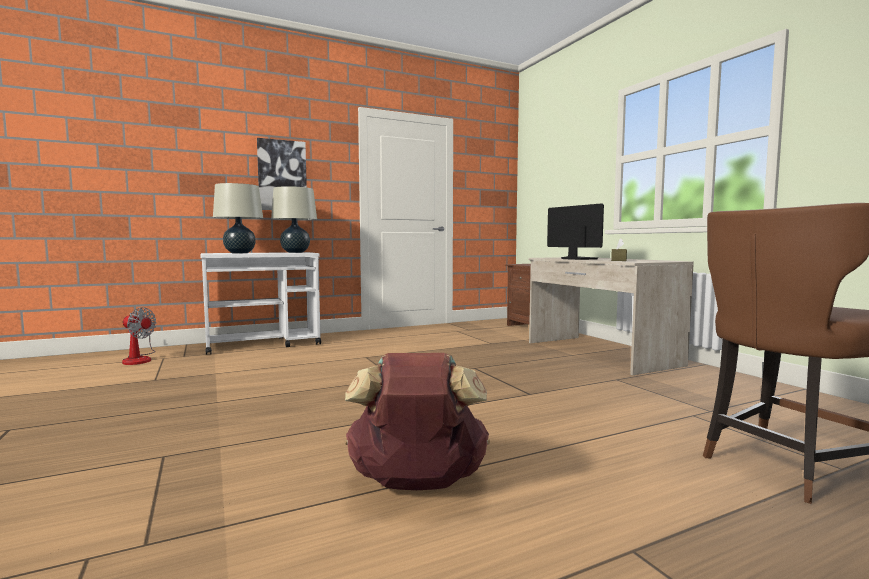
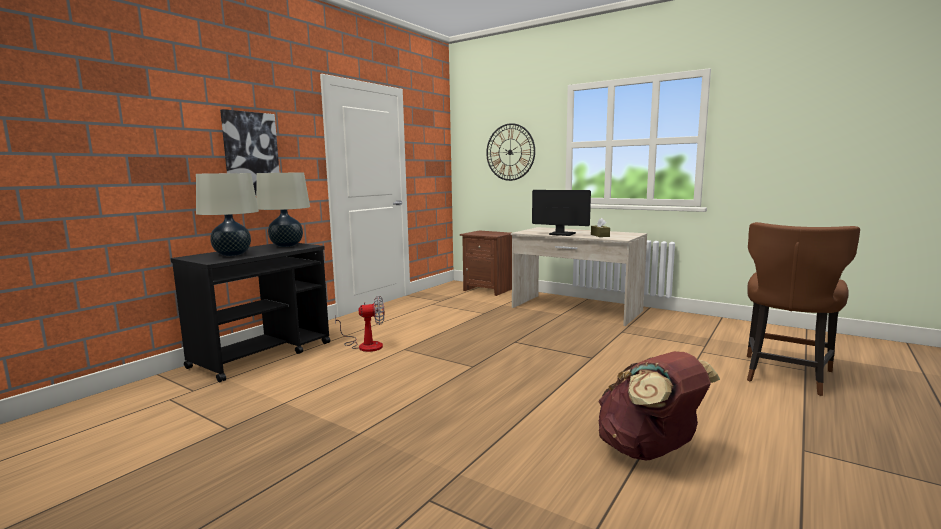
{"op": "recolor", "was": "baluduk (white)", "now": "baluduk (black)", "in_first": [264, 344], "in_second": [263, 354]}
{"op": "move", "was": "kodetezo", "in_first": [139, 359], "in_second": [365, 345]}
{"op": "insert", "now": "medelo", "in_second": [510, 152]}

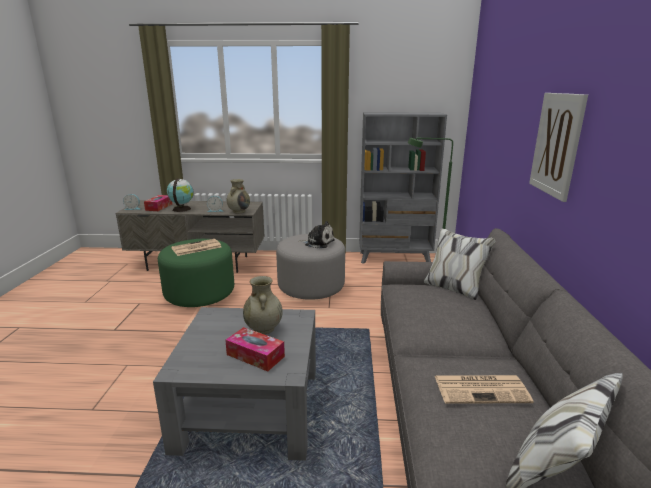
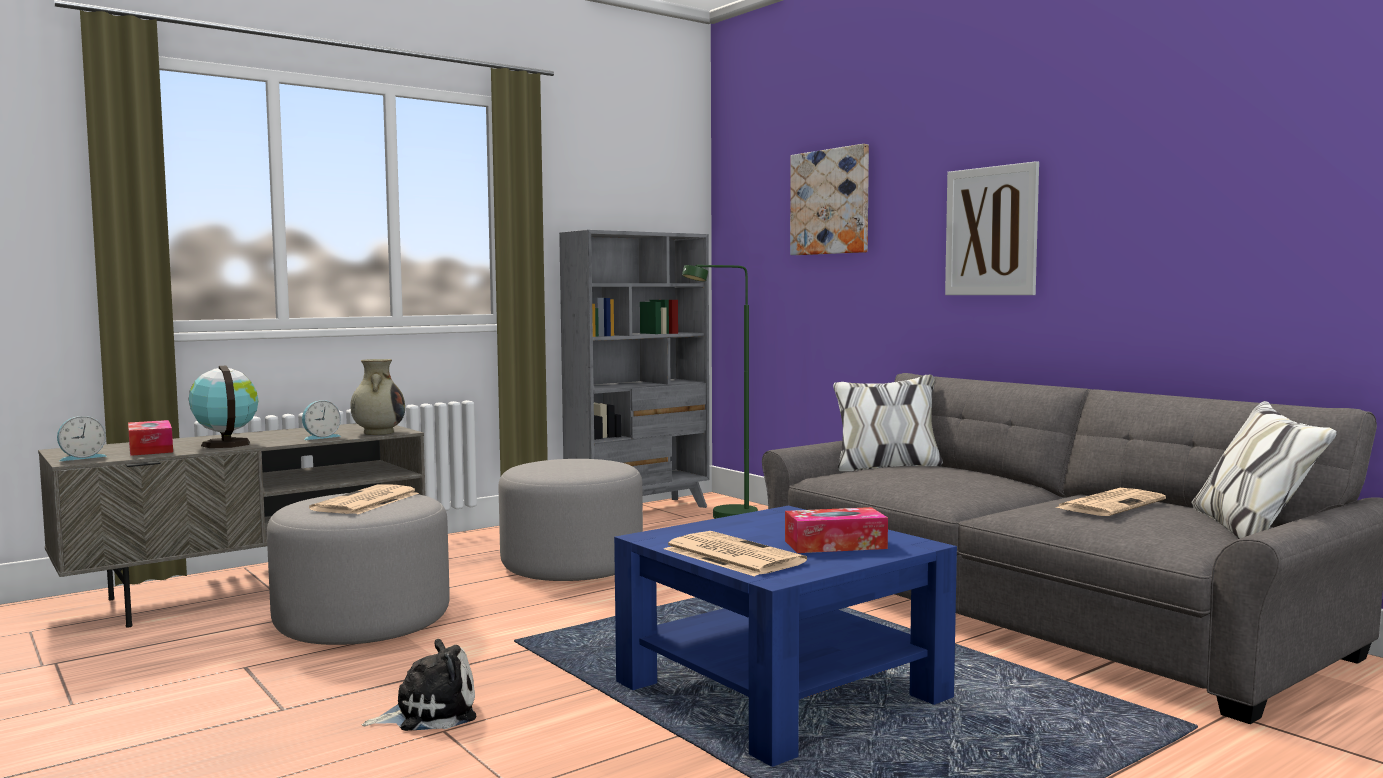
{"op": "move", "was": "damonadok", "in_first": [318, 243], "in_second": [429, 713]}
{"op": "recolor", "was": "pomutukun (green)", "now": "pomutukun (grey)", "in_first": [200, 293], "in_second": [363, 621]}
{"op": "delete", "was": "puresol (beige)", "in_first": [264, 329]}
{"op": "recolor", "was": "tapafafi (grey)", "now": "tapafafi (blue)", "in_first": [250, 408], "in_second": [781, 691]}
{"op": "insert", "now": "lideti", "in_second": [830, 202]}
{"op": "insert", "now": "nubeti", "in_second": [730, 555]}

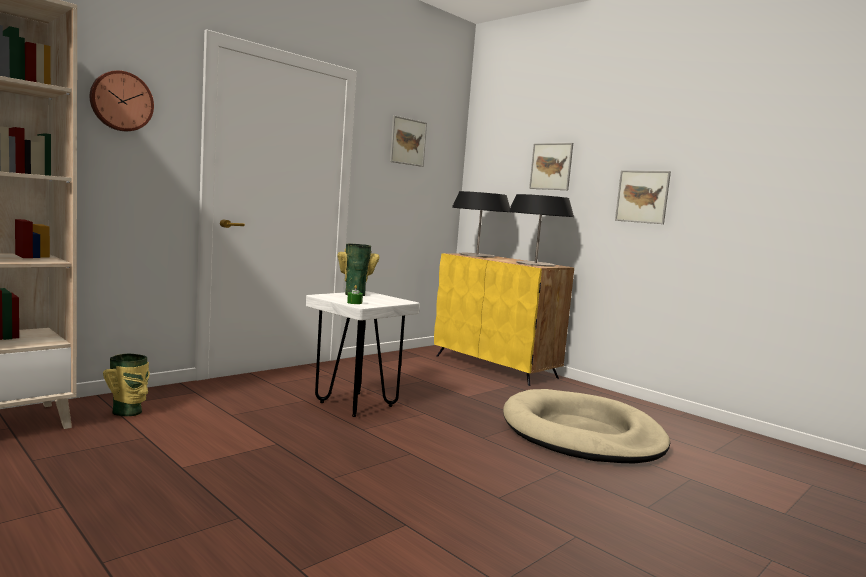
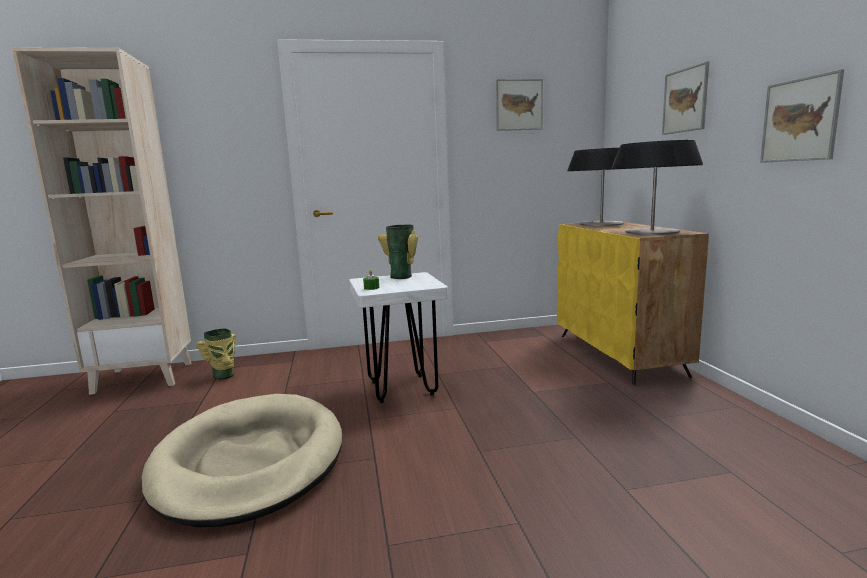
{"op": "delete", "was": "medelo", "in_first": [121, 101]}
{"op": "move", "was": "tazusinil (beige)", "in_first": [581, 434], "in_second": [250, 462]}

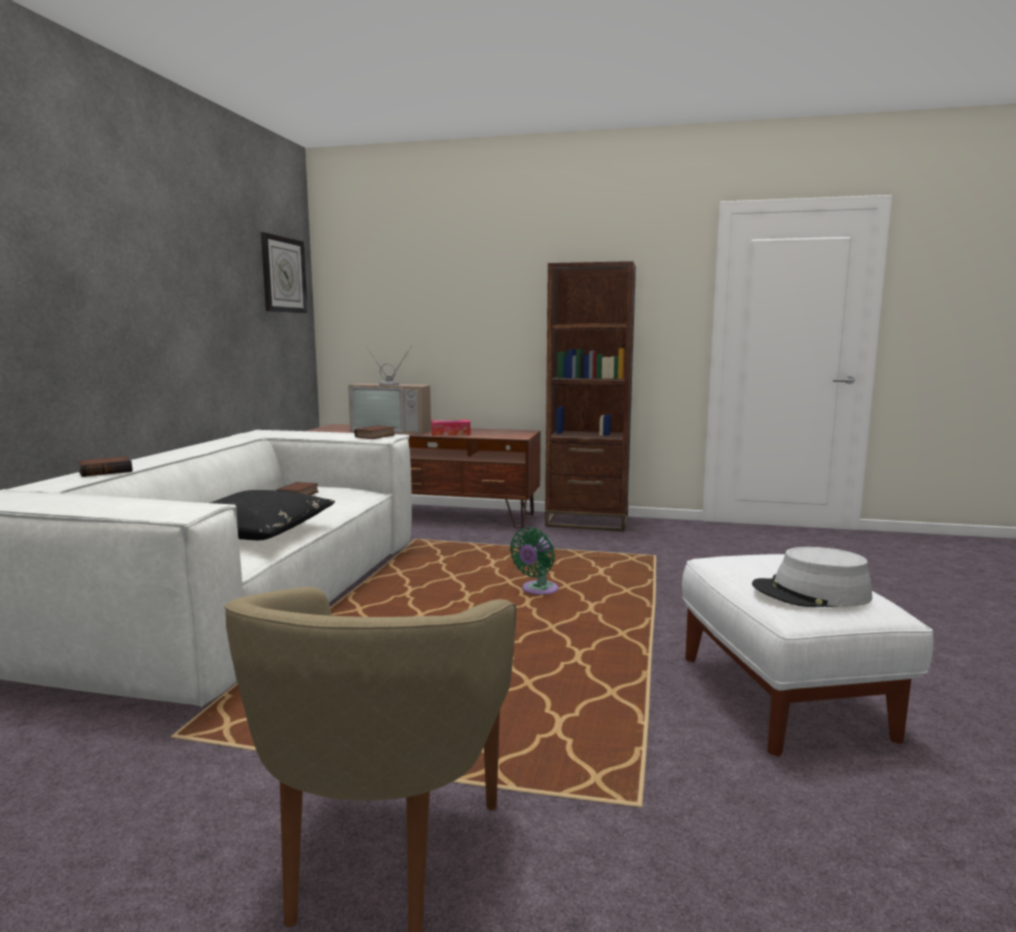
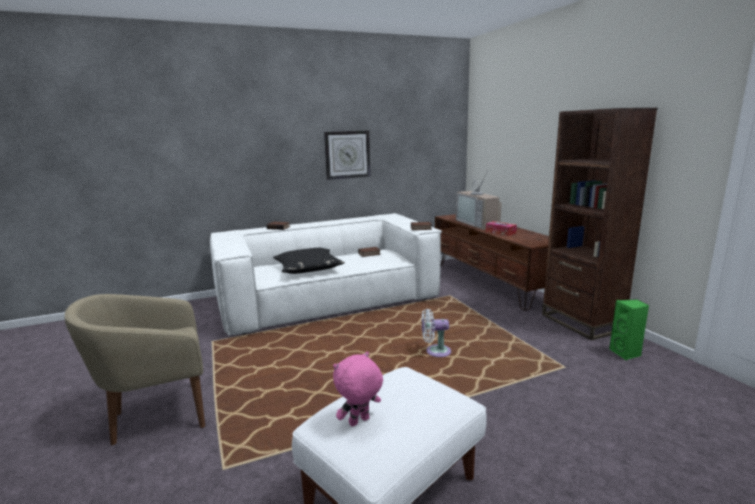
{"op": "move", "was": "medelo", "in_first": [283, 275], "in_second": [347, 154]}
{"op": "recolor", "was": "kodetezo (green)", "now": "kodetezo (white)", "in_first": [537, 590], "in_second": [435, 352]}
{"op": "replace", "was": "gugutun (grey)", "now": "damonadok (pink)", "in_first": [811, 593], "in_second": [359, 422]}
{"op": "insert", "now": "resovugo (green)", "in_second": [626, 353]}

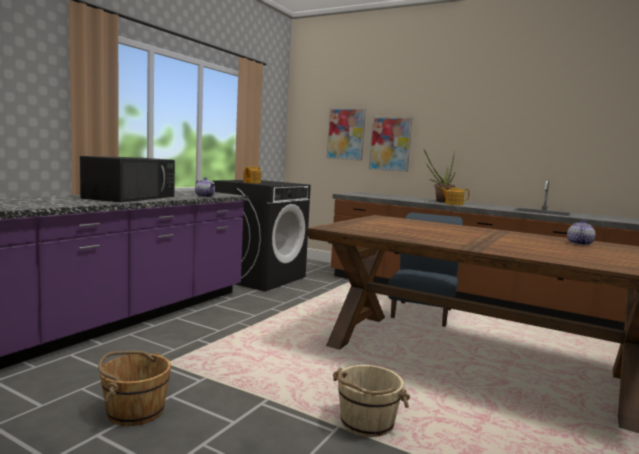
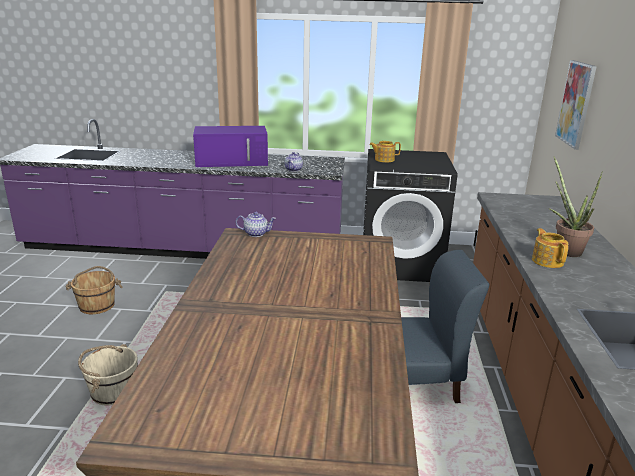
{"op": "delete", "was": "lideti", "in_first": [390, 144]}
{"op": "recolor", "was": "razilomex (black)", "now": "razilomex (purple)", "in_first": [131, 197], "in_second": [233, 161]}
{"op": "move", "was": "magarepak", "in_first": [579, 243], "in_second": [256, 233]}

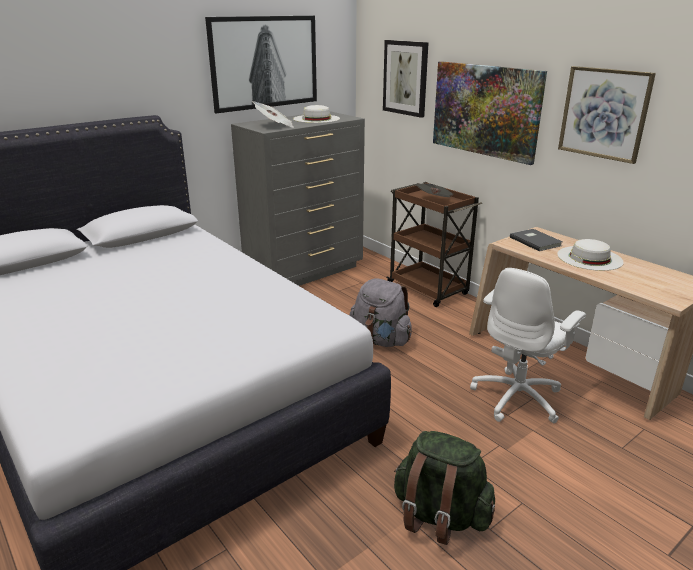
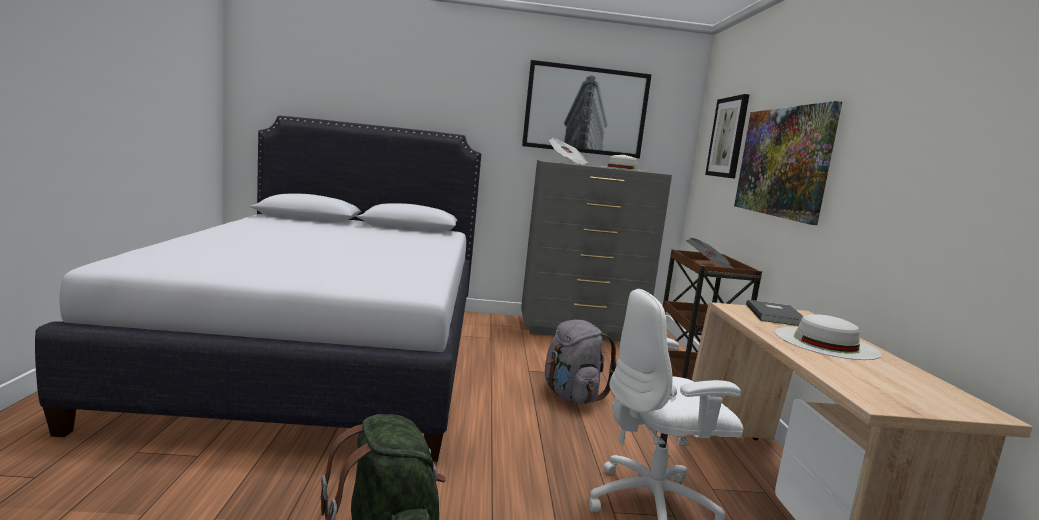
{"op": "delete", "was": "lideti", "in_first": [604, 113]}

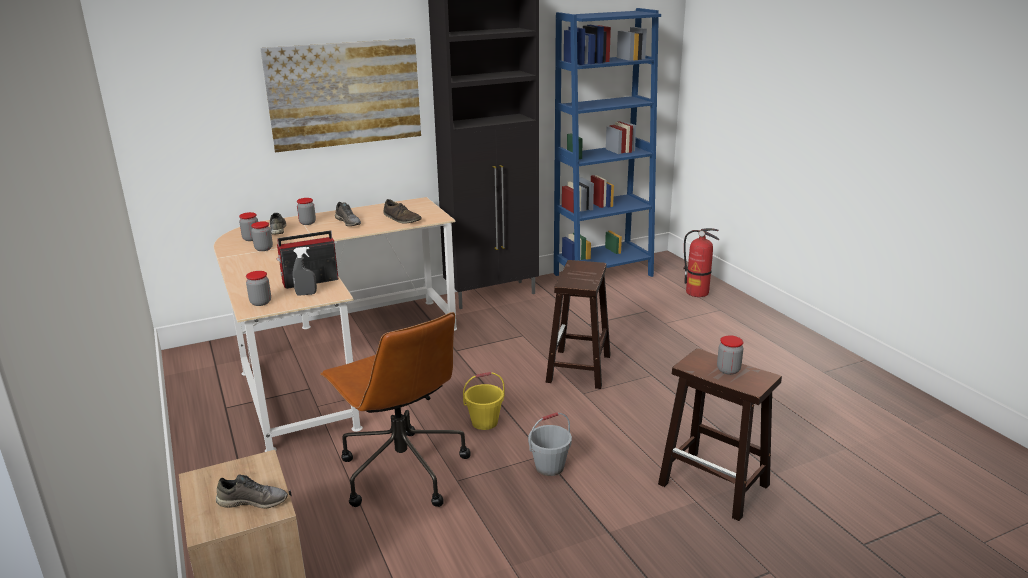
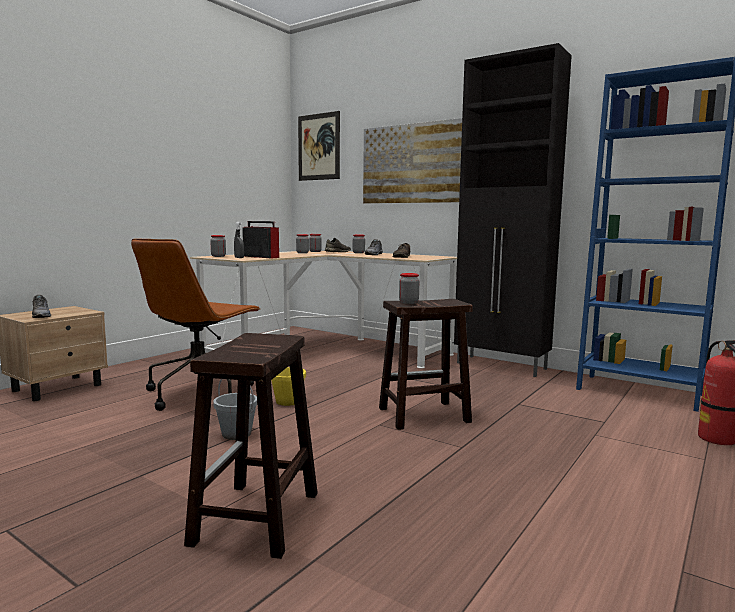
{"op": "move", "was": "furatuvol", "in_first": [728, 370], "in_second": [408, 302]}
{"op": "insert", "now": "lideti", "in_second": [319, 147]}

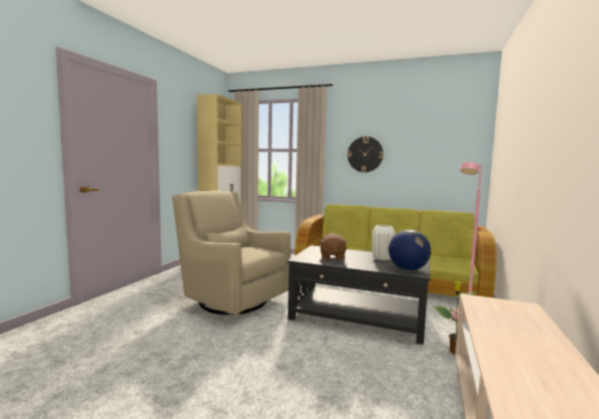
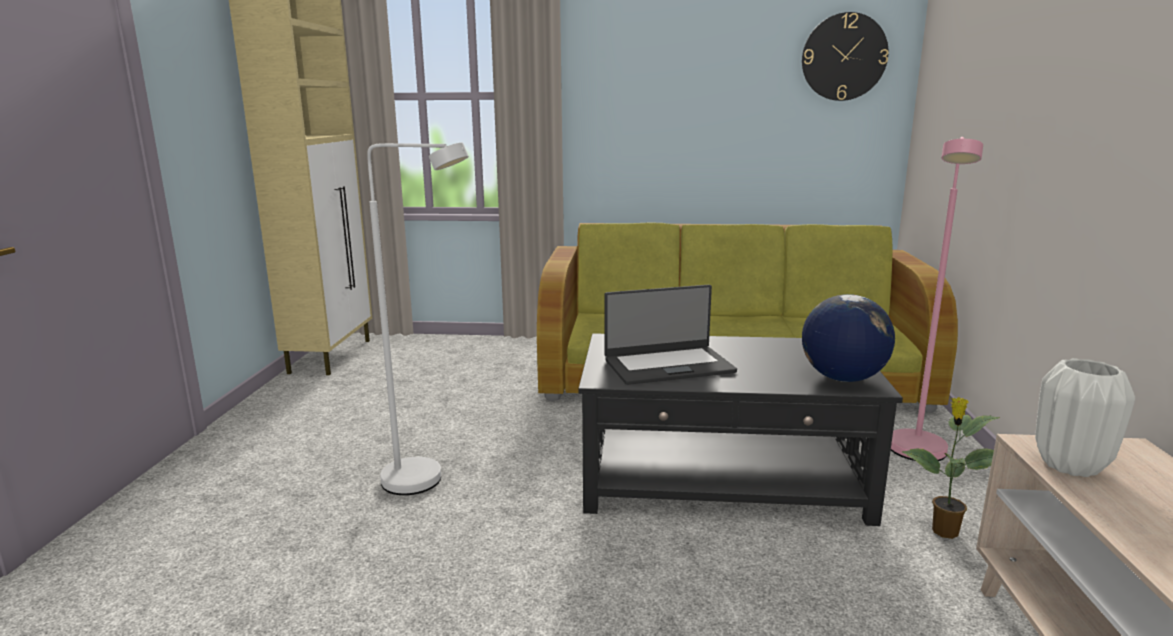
{"op": "move", "was": "medelo", "in_first": [365, 154], "in_second": [844, 57]}
{"op": "replace", "was": "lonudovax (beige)", "now": "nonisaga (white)", "in_first": [231, 300], "in_second": [426, 482]}
{"op": "move", "was": "puresol (white)", "in_first": [382, 258], "in_second": [1071, 466]}
{"op": "replace", "was": "damonadok (brown)", "now": "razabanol", "in_first": [332, 257], "in_second": [668, 365]}

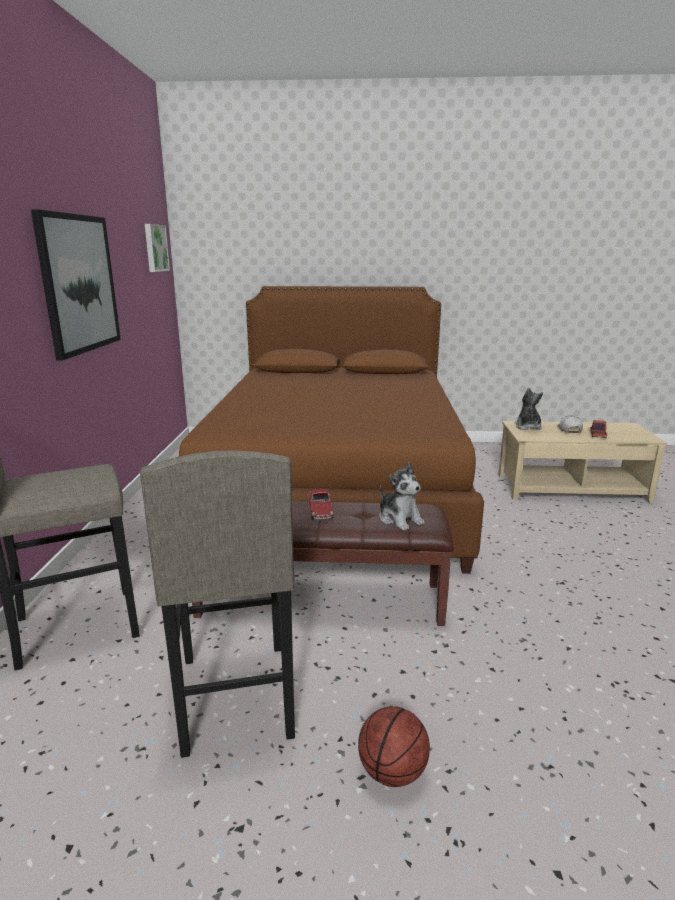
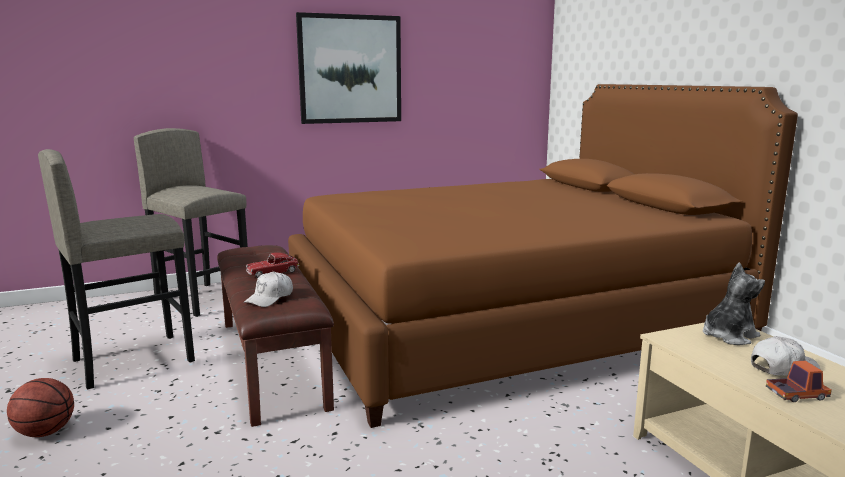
{"op": "delete", "was": "lideti", "in_first": [155, 248]}
{"op": "replace", "was": "damonadok", "now": "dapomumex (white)", "in_first": [399, 519], "in_second": [270, 298]}

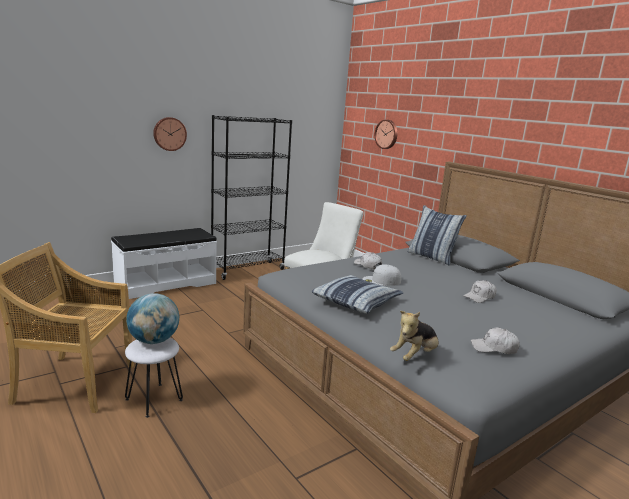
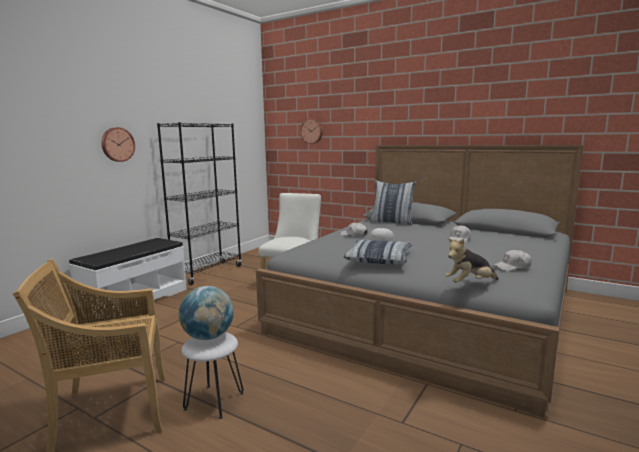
{"op": "rotate", "was": "damonadok", "in_first": [415, 356], "in_second": [470, 284], "clockwise": 45}

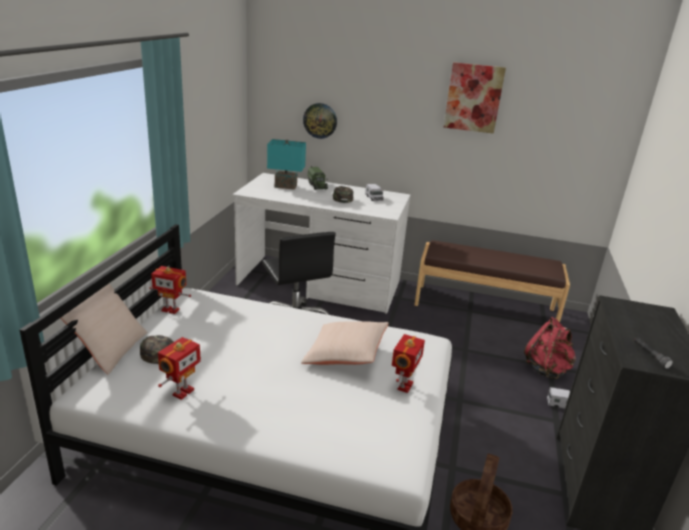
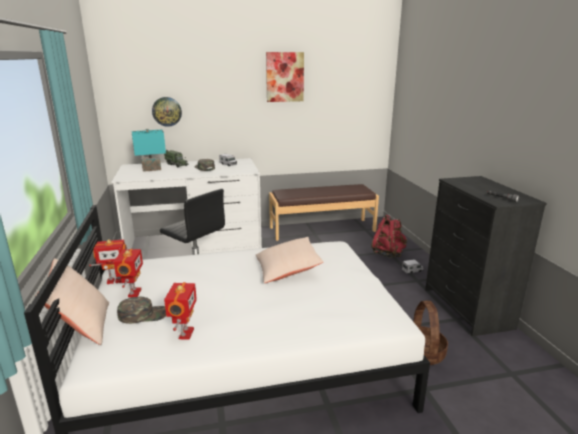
{"op": "move", "was": "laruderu", "in_first": [403, 386], "in_second": [133, 293]}

